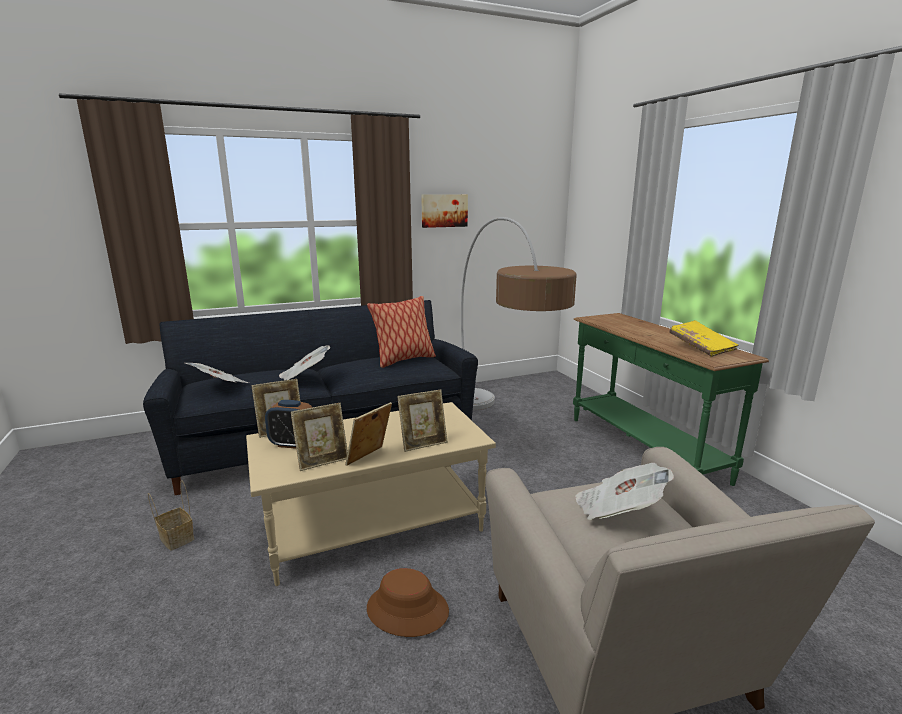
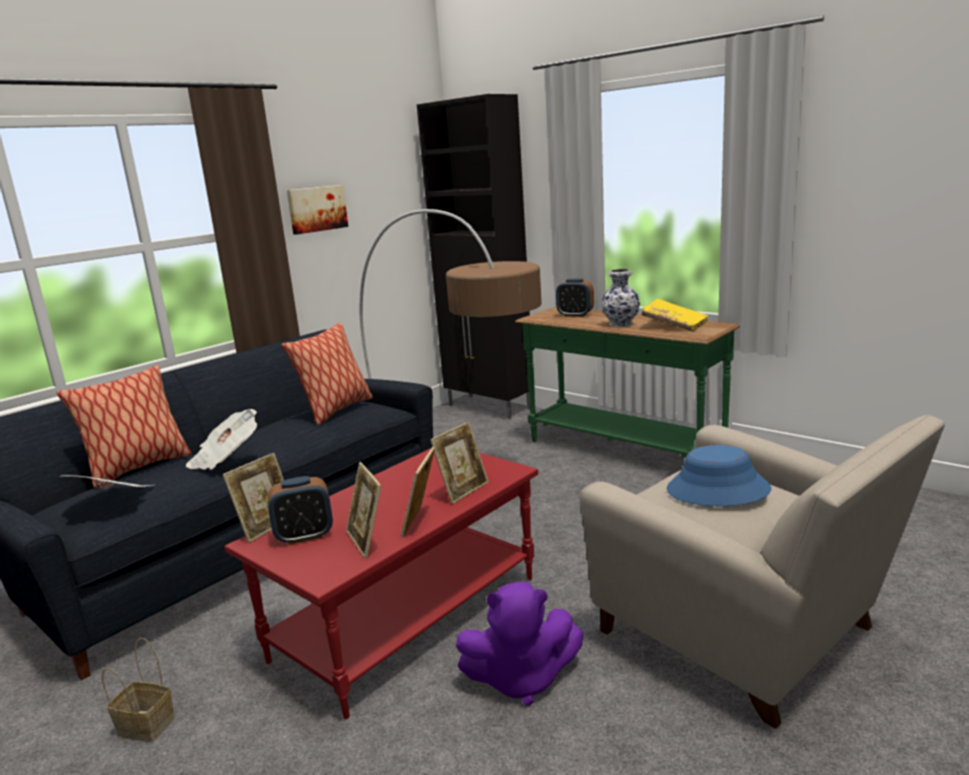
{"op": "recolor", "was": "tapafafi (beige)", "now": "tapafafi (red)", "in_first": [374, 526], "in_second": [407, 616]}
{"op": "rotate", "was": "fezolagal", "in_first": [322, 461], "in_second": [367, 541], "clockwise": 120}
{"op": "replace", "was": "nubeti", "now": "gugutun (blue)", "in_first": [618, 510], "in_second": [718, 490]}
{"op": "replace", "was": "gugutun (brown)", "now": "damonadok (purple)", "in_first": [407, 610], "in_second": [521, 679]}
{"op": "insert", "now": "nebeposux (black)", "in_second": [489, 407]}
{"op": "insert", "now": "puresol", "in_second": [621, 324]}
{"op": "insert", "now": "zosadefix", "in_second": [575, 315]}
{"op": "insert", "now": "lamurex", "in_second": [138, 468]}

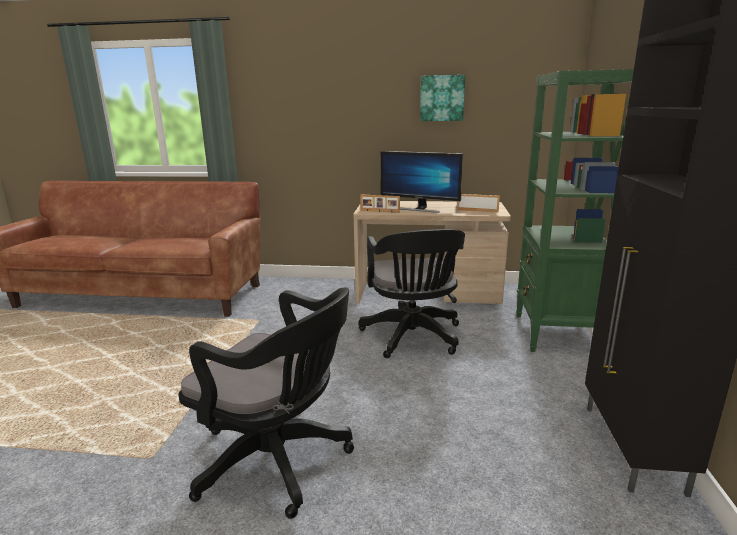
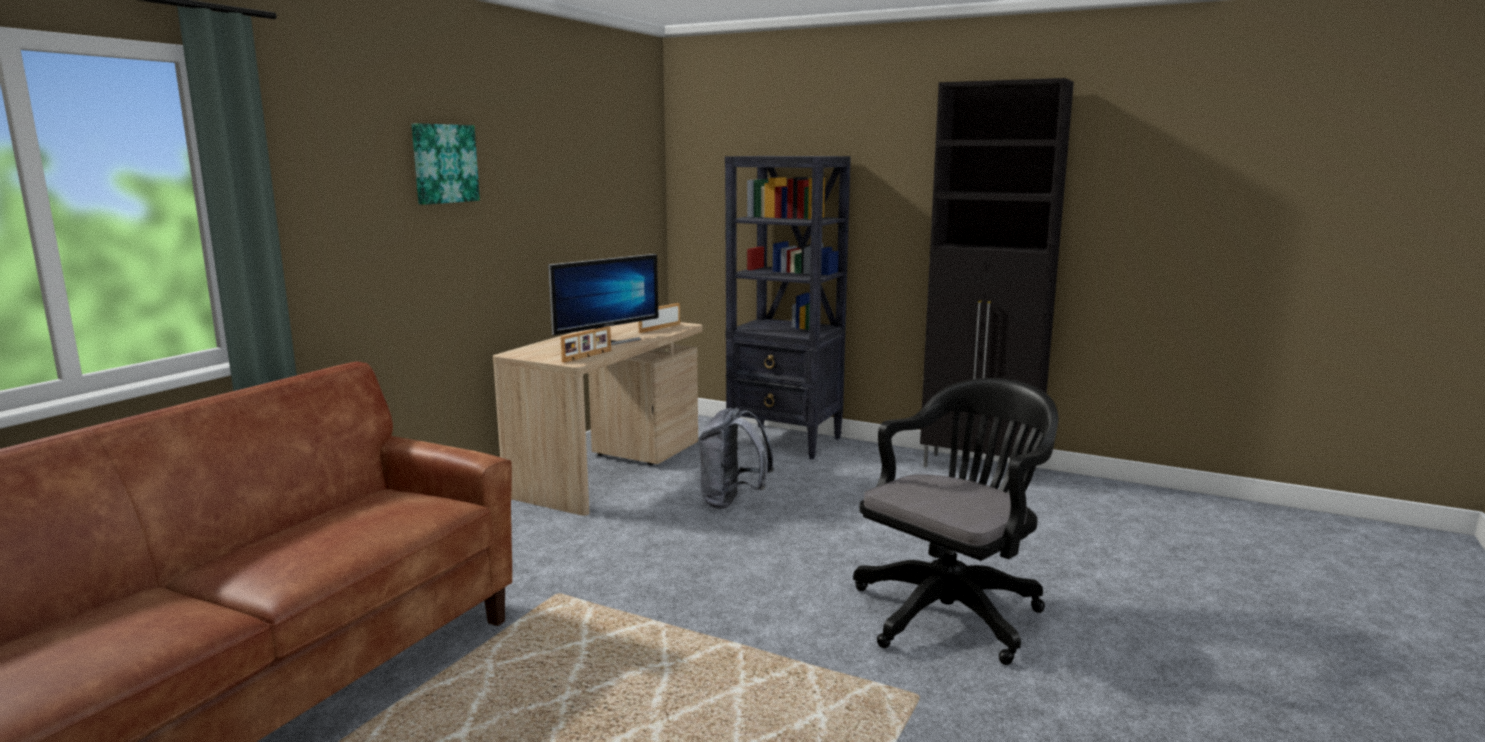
{"op": "recolor", "was": "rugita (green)", "now": "rugita (black)", "in_first": [554, 334], "in_second": [786, 442]}
{"op": "move", "was": "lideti", "in_first": [442, 98], "in_second": [444, 163]}
{"op": "replace", "was": "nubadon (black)", "now": "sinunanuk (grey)", "in_first": [413, 338], "in_second": [732, 501]}

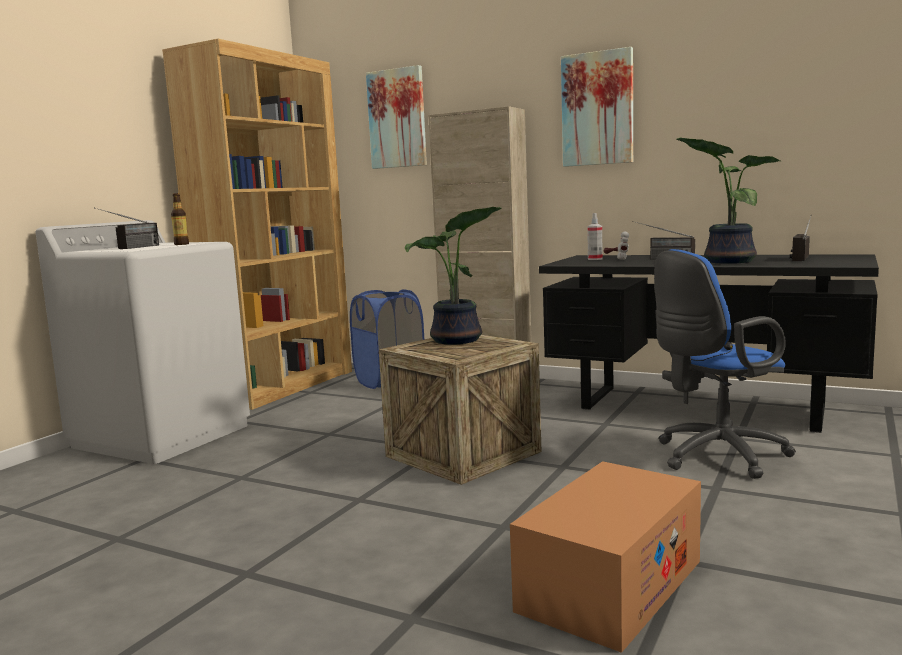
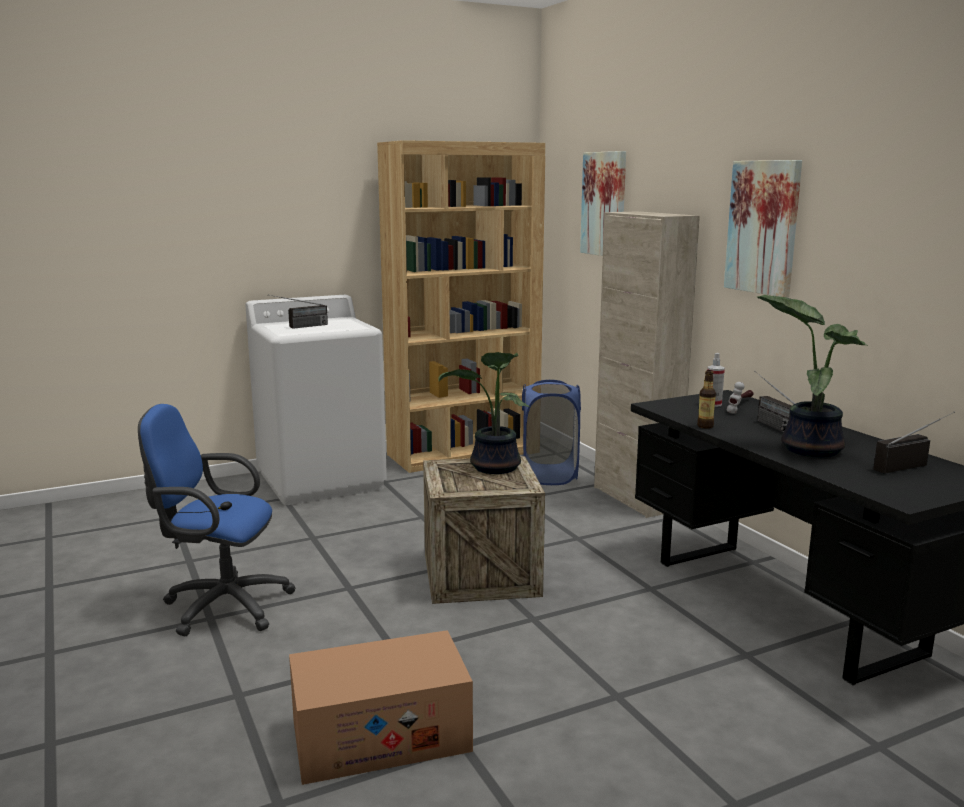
{"op": "move", "was": "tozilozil", "in_first": [181, 244], "in_second": [705, 426]}
{"op": "move", "was": "nubadon (blue)", "in_first": [715, 457], "in_second": [221, 606]}

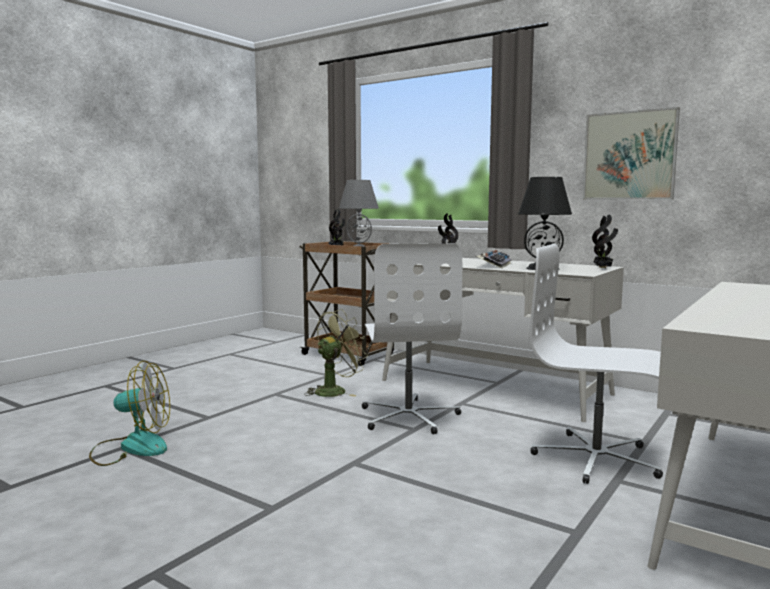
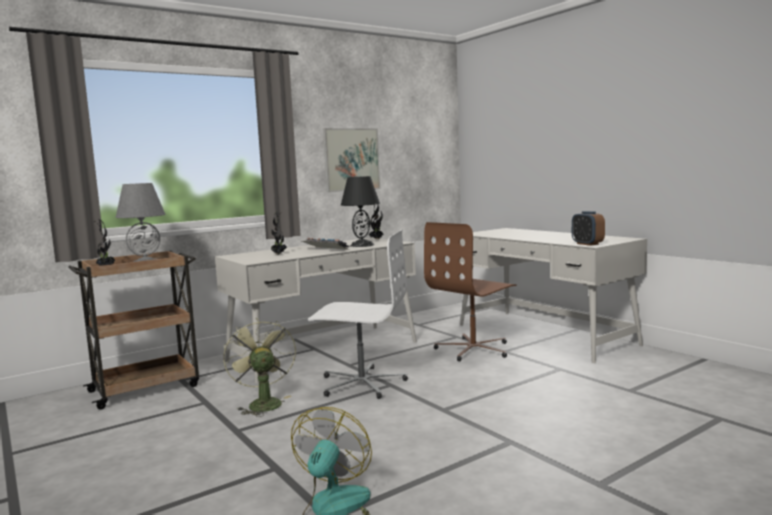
{"op": "recolor", "was": "nubadon (white)", "now": "nubadon (brown)", "in_first": [596, 459], "in_second": [474, 349]}
{"op": "insert", "now": "zosadefix", "in_second": [587, 244]}

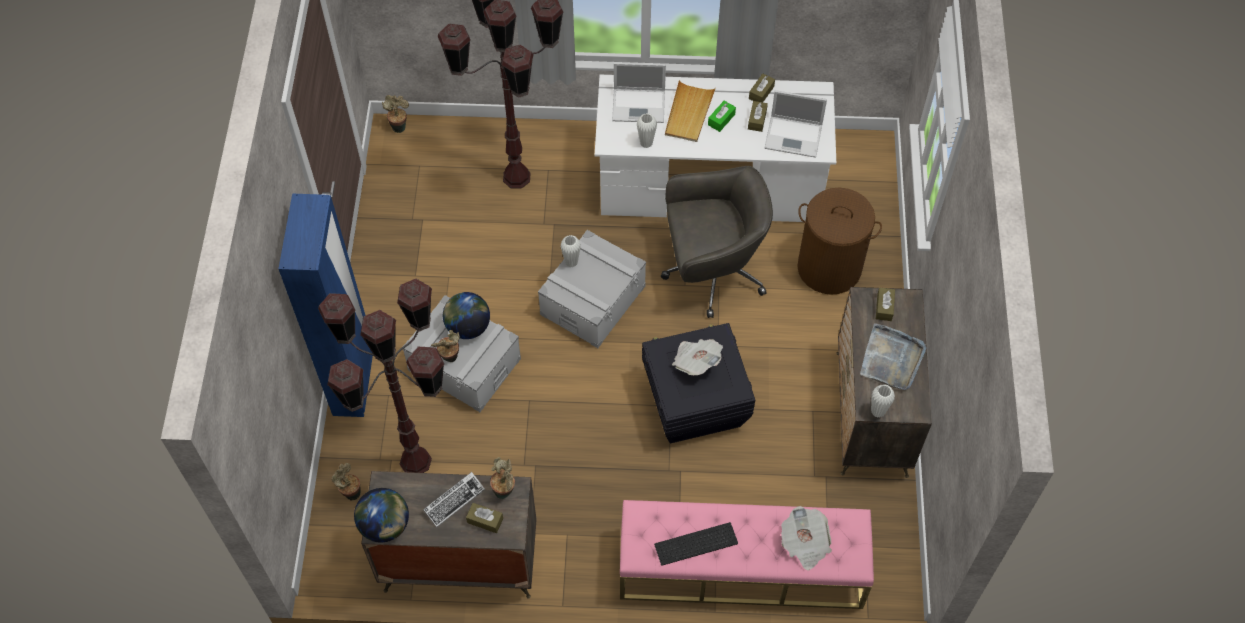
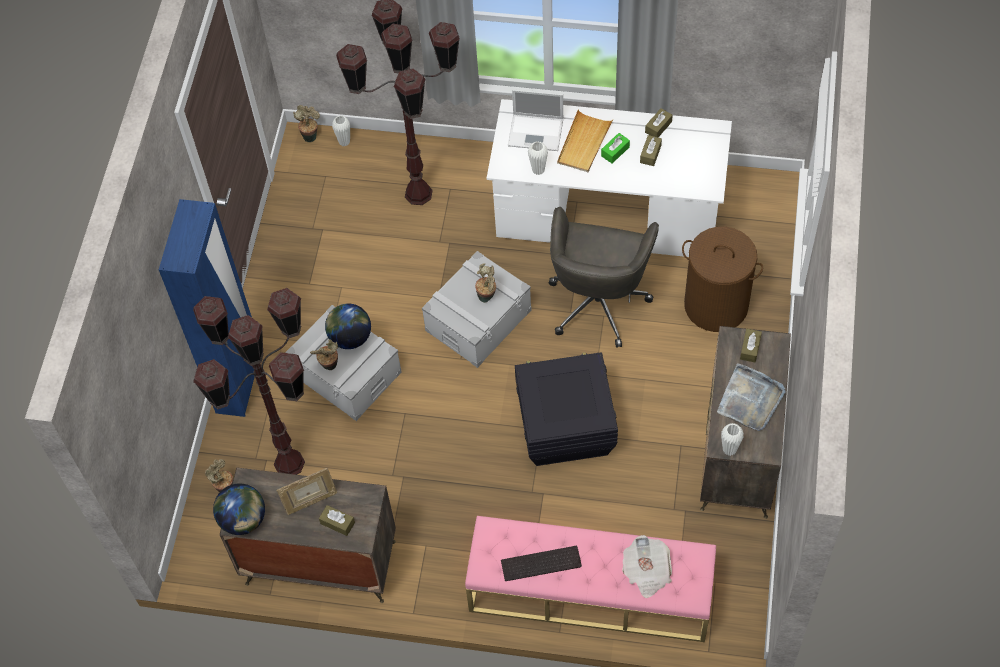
{"op": "delete", "was": "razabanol", "in_first": [794, 136]}
{"op": "rotate", "was": "nubadon (grey)", "in_first": [711, 272], "in_second": [598, 301], "clockwise": 105}
{"op": "move", "was": "puresol (white)", "in_first": [571, 262], "in_second": [344, 142]}
{"op": "delete", "was": "nubeti", "in_first": [696, 361]}
{"op": "move", "was": "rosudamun", "in_first": [505, 491], "in_second": [487, 296]}
{"op": "replace", "was": "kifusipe", "now": "fezolagal", "in_first": [454, 500], "in_second": [310, 502]}

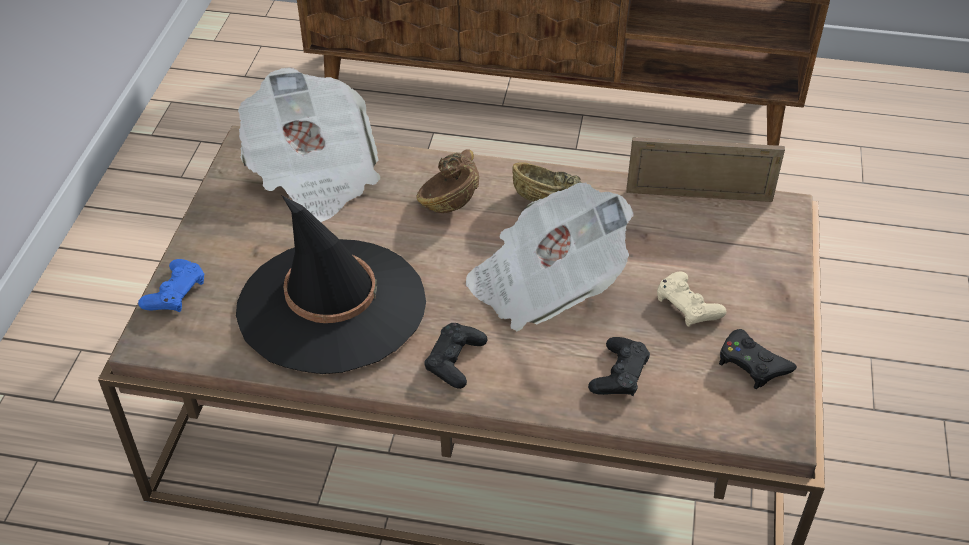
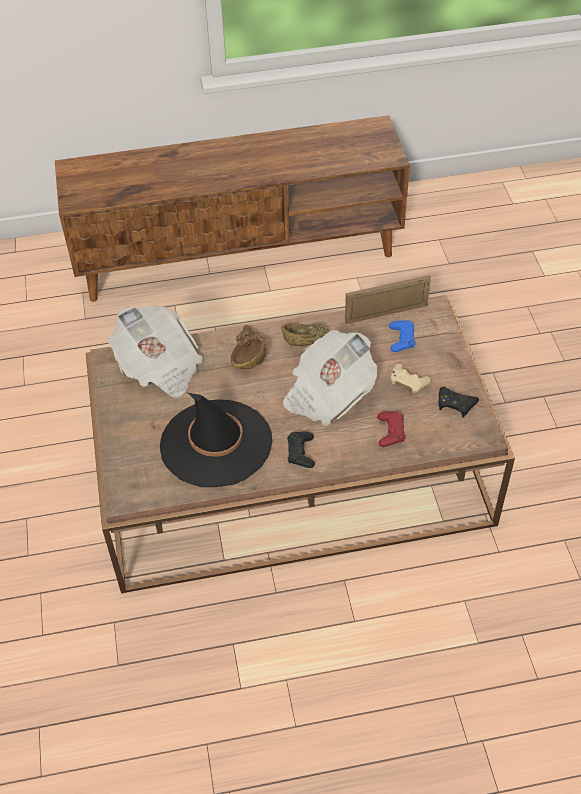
{"op": "move", "was": "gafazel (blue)", "in_first": [175, 293], "in_second": [401, 339]}
{"op": "recolor", "was": "gafazel (black)", "now": "gafazel (red)", "in_first": [619, 374], "in_second": [390, 432]}

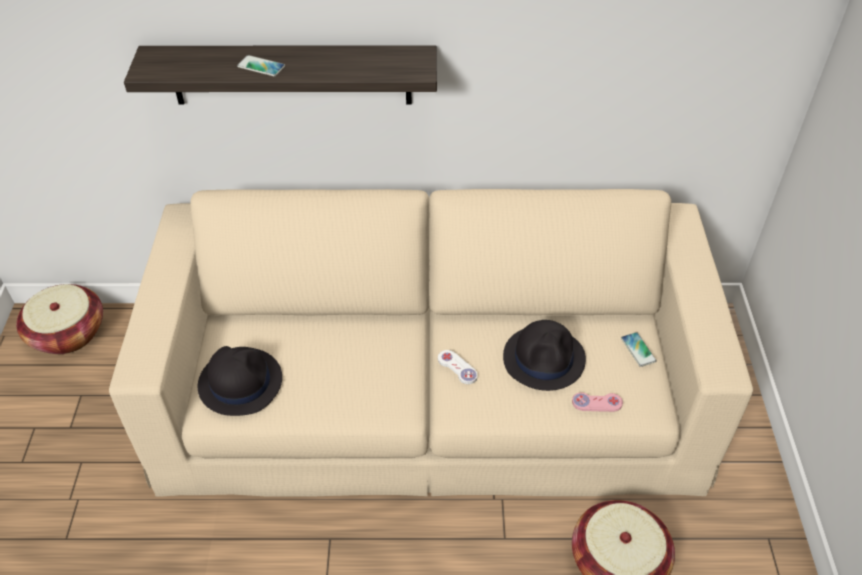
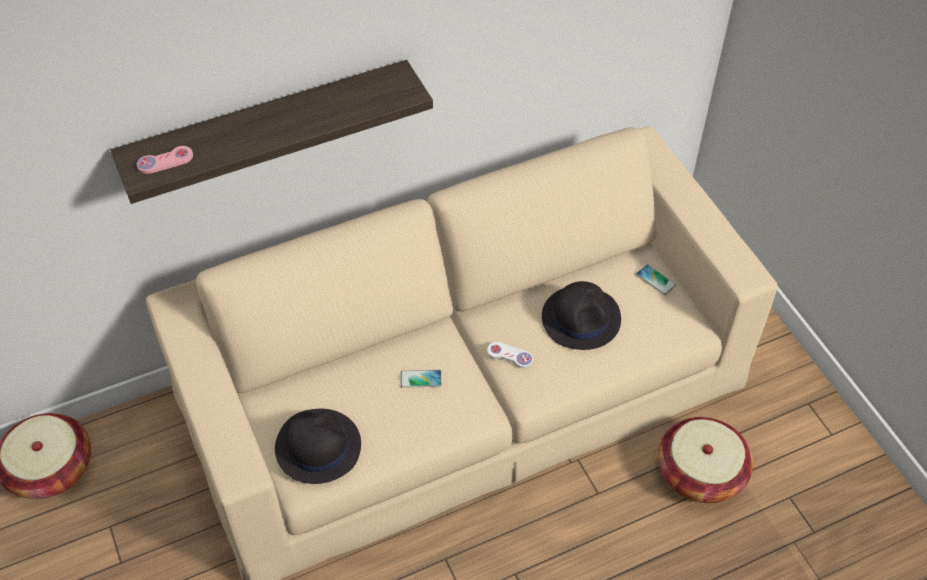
{"op": "move", "was": "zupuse", "in_first": [261, 66], "in_second": [421, 379]}
{"op": "move", "was": "gafazel (pink)", "in_first": [597, 403], "in_second": [165, 161]}

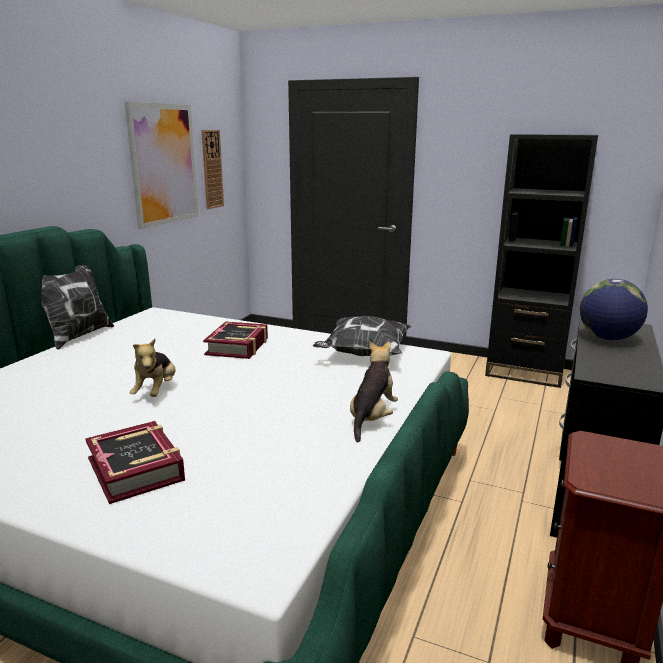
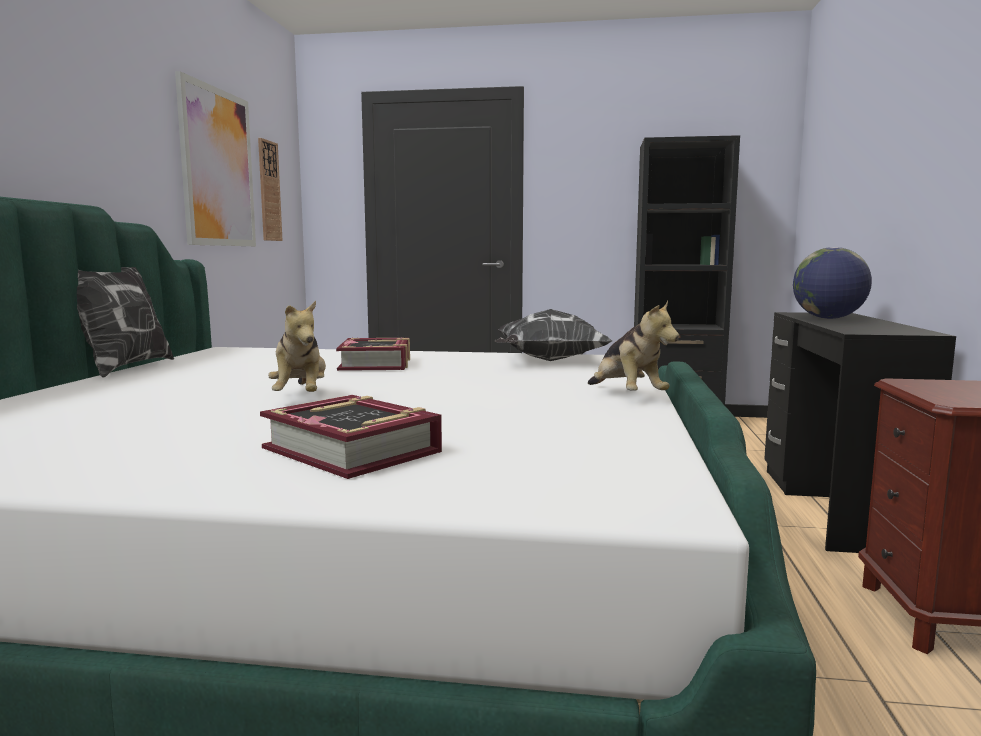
{"op": "rotate", "was": "damonadok", "in_first": [372, 418], "in_second": [627, 396], "clockwise": 150}

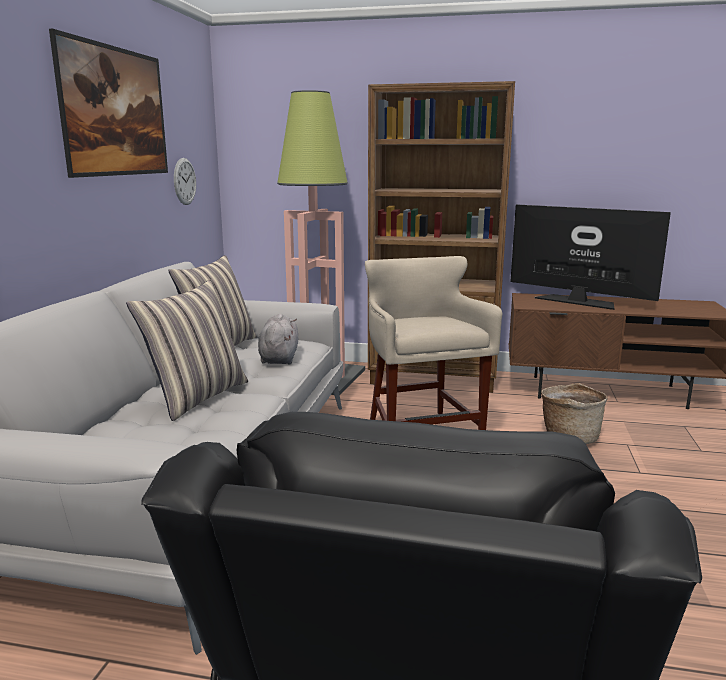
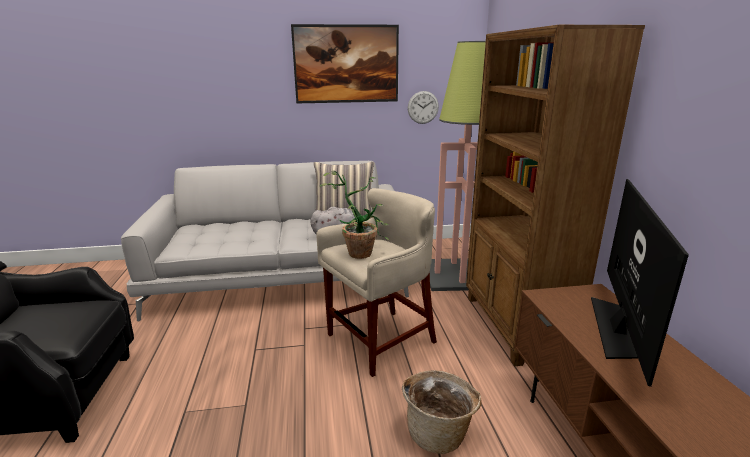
{"op": "delete", "was": "lamurex", "in_first": [197, 397]}
{"op": "insert", "now": "rosudamun", "in_second": [360, 251]}

